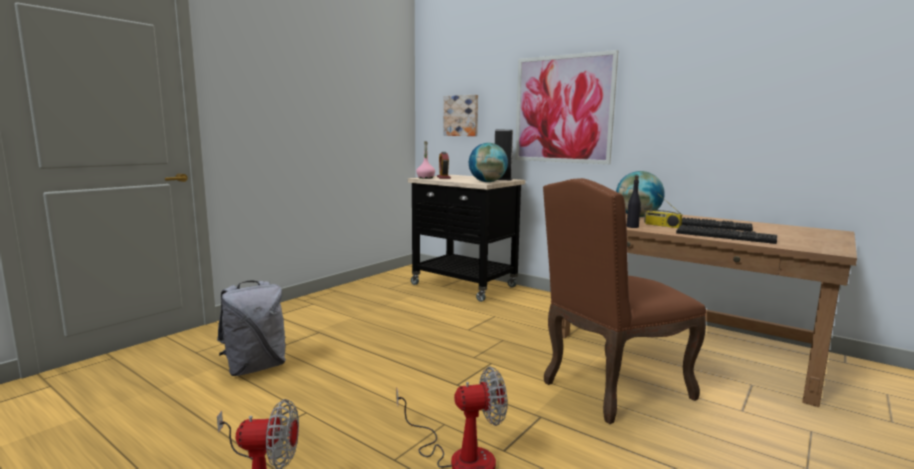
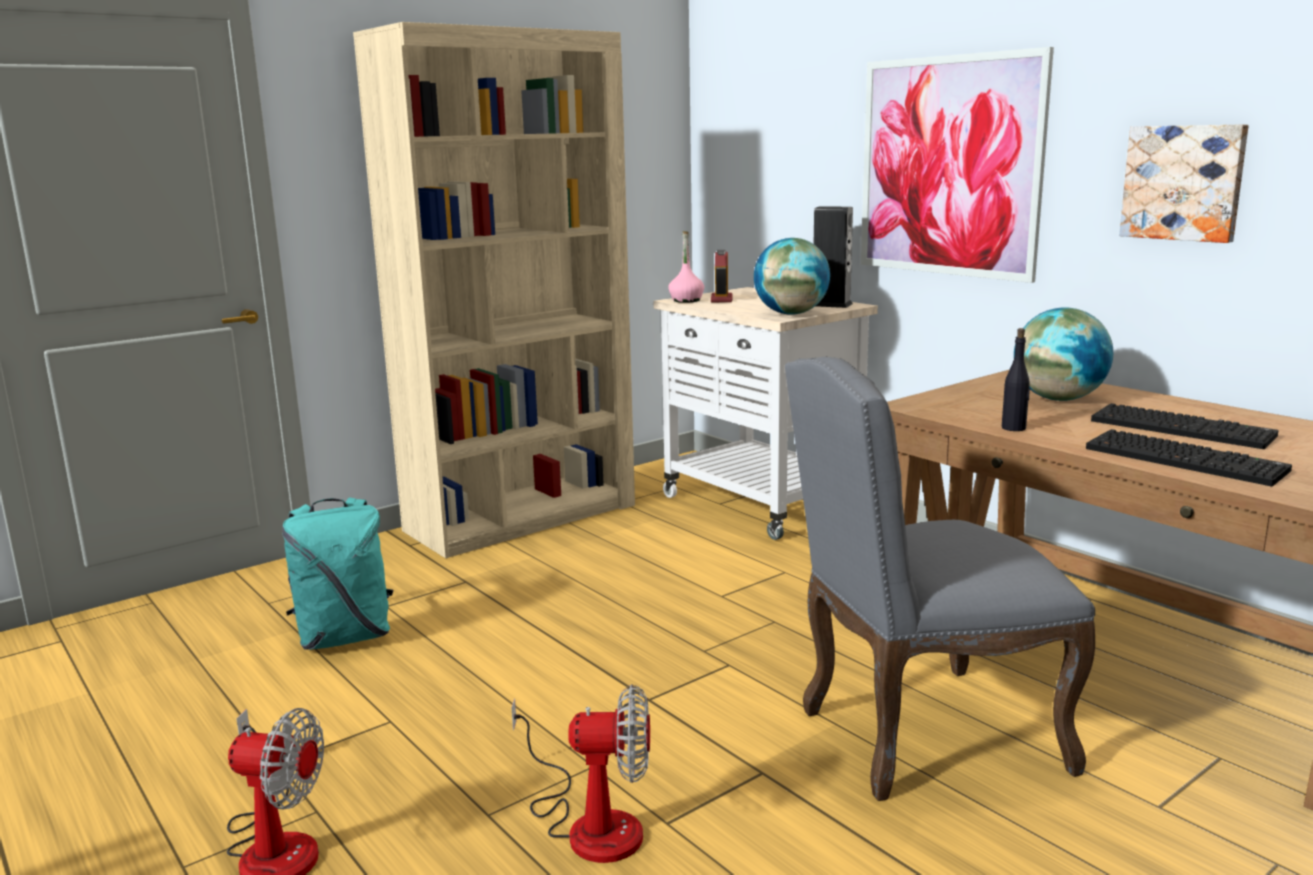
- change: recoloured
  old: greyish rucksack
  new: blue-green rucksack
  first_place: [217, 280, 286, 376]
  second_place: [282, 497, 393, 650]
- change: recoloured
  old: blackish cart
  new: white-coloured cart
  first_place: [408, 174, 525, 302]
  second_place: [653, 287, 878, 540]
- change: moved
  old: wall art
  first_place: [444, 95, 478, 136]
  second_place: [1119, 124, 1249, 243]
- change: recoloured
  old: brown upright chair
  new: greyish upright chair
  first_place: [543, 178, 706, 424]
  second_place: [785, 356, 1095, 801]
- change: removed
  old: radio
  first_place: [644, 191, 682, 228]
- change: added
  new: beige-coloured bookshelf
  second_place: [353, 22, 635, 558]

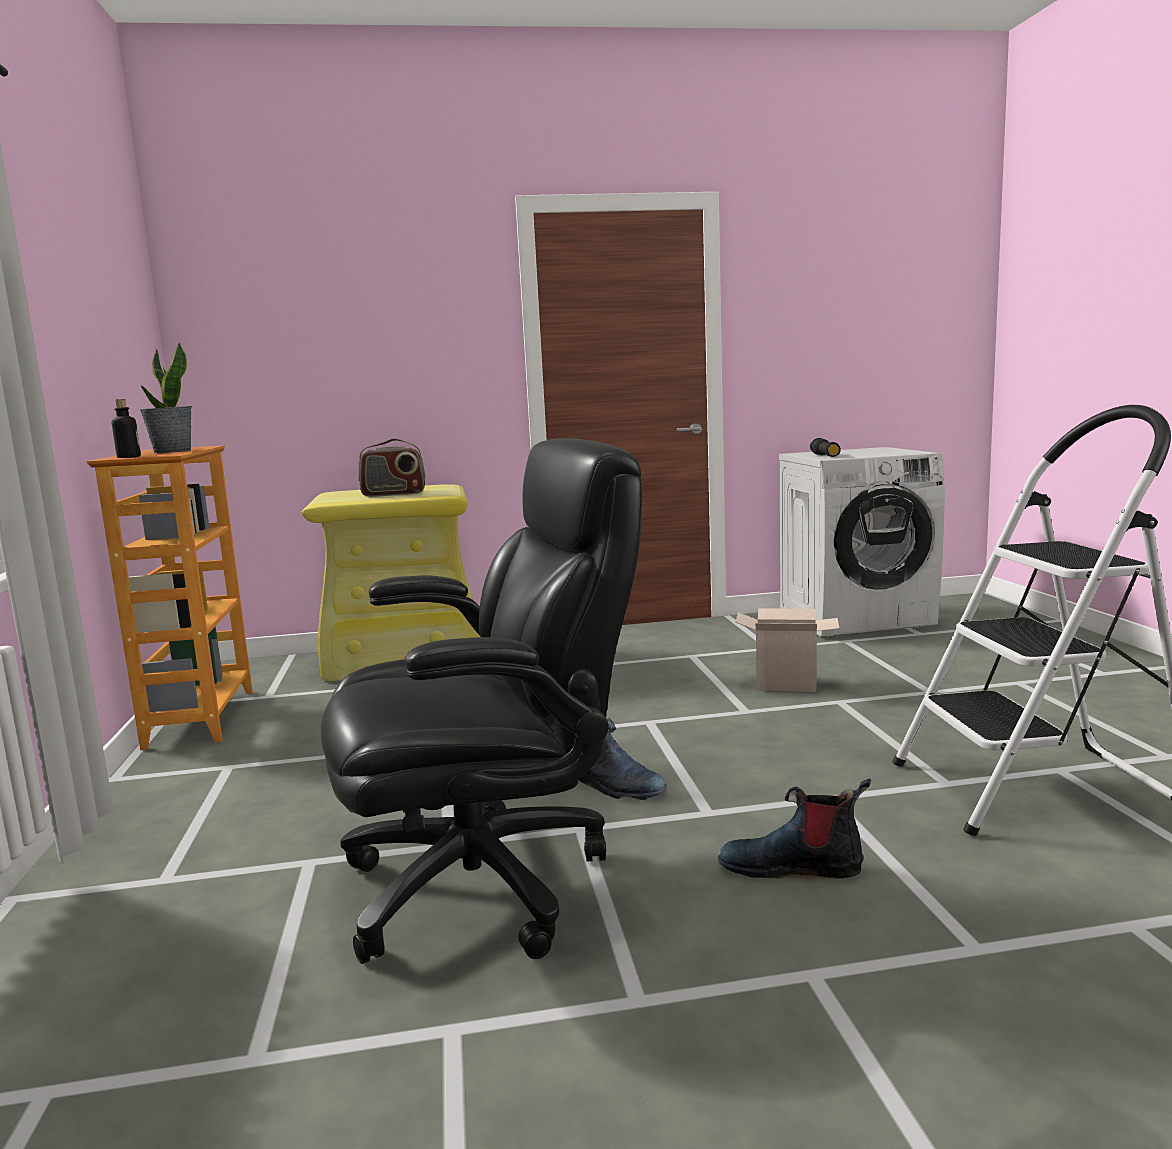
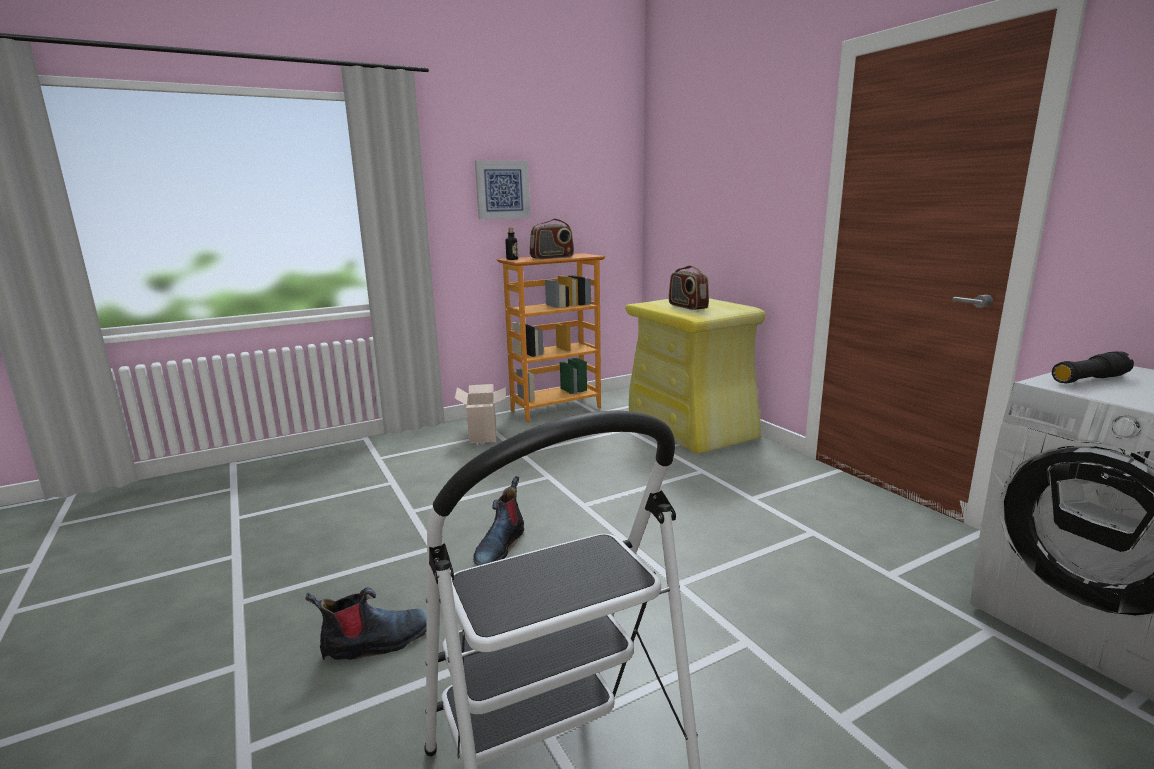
- change: replaced
  old: houseplant
  new: radio
  first_place: [140, 342, 192, 453]
  second_place: [530, 219, 574, 259]
- change: removed
  old: blackish desk chair
  first_place: [321, 438, 642, 964]
- change: turned
  old: high-top boot
  first_place: [718, 778, 871, 879]
  second_place: [305, 587, 427, 660]
  degrees: 75
- change: moved
  old: cardboard box
  first_place: [736, 608, 839, 692]
  second_place: [454, 384, 506, 444]
- change: added
  new: wall art
  second_place: [475, 161, 530, 219]

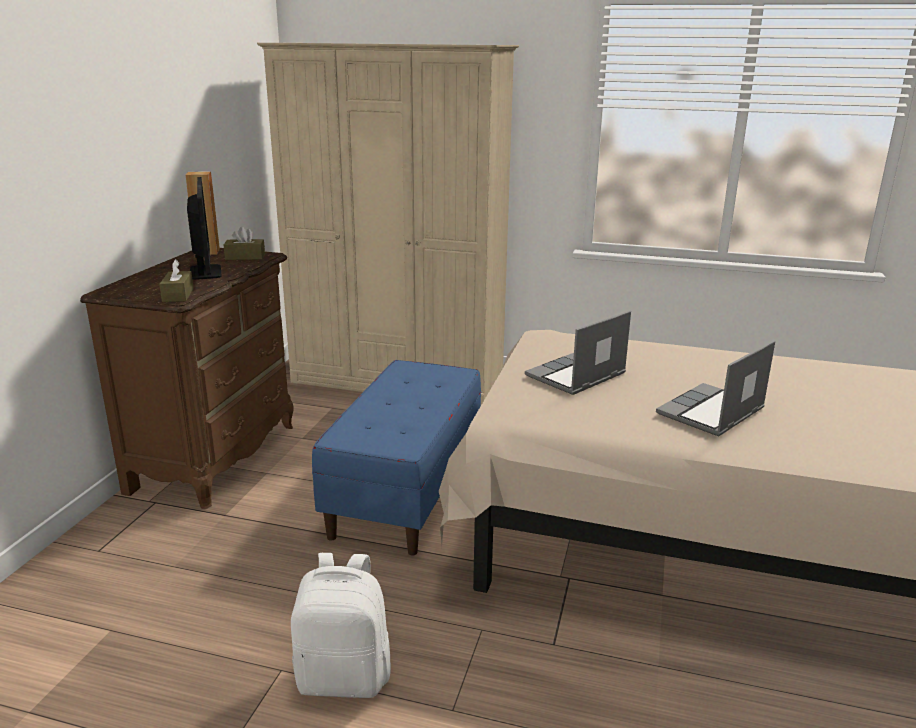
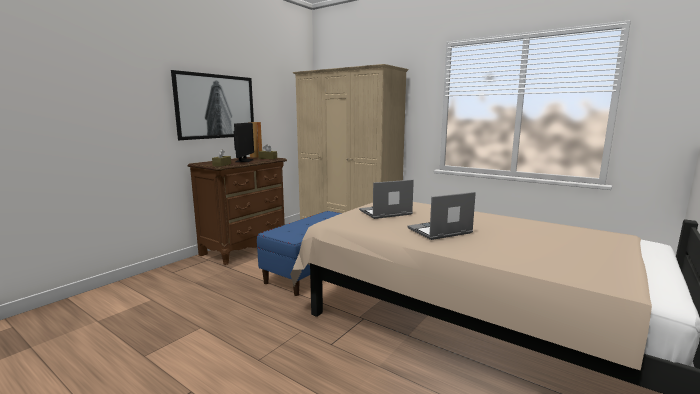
- change: removed
  old: white-coloured rucksack
  first_place: [291, 553, 391, 698]
- change: added
  new: wall art
  second_place: [171, 70, 254, 140]

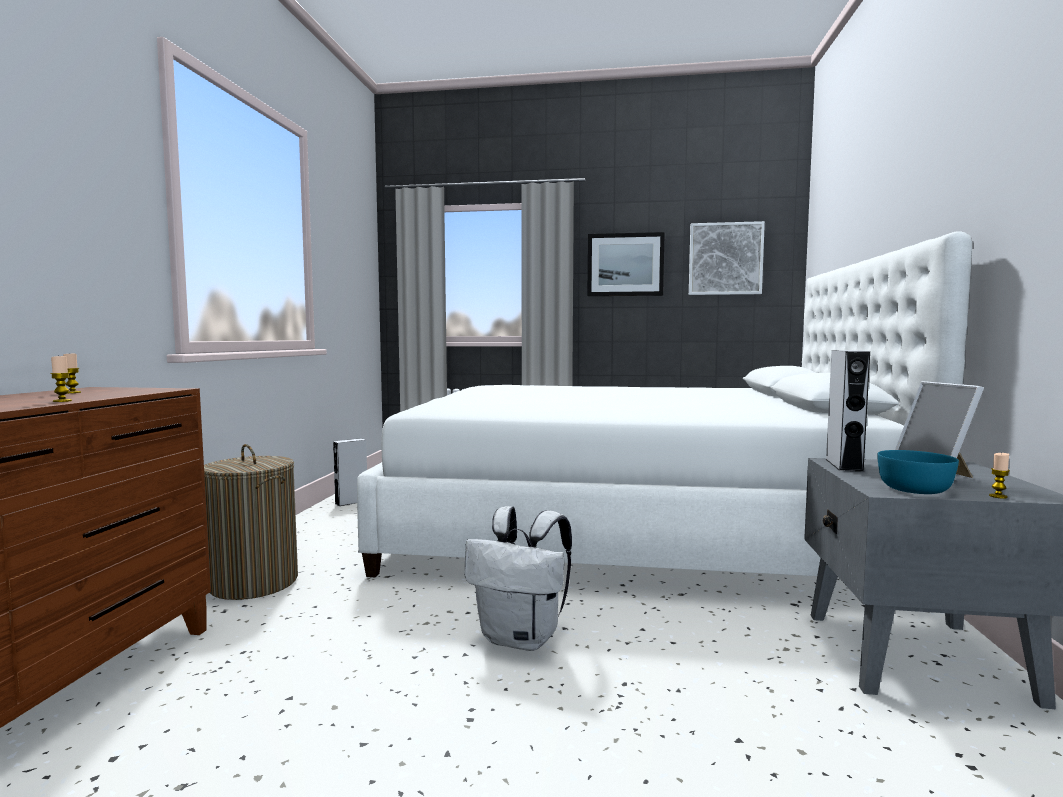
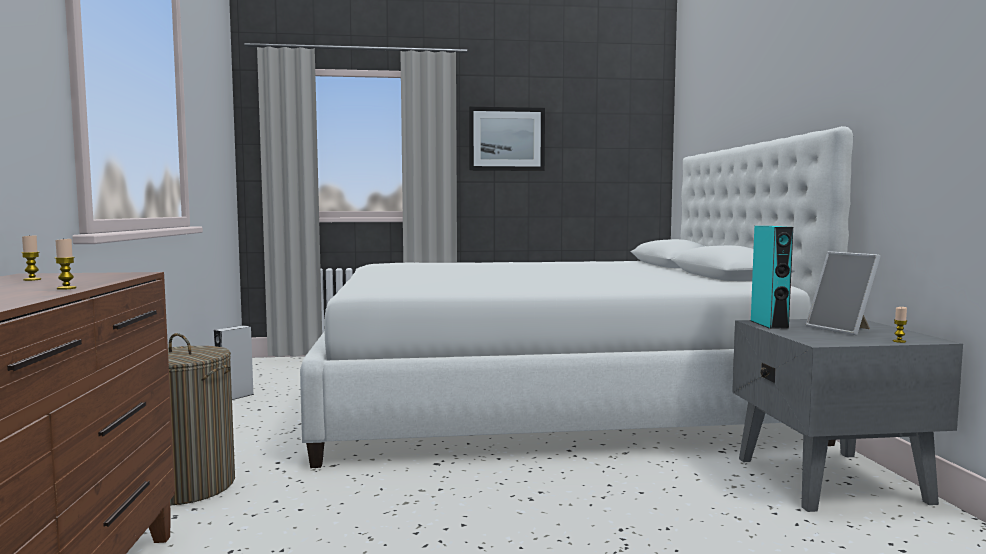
- change: removed
  old: white-coloured rucksack
  first_place: [464, 506, 572, 651]
- change: removed
  old: wall art
  first_place: [689, 221, 765, 295]
- change: recoloured
  old: greyish audio speaker
  new: blue-green audio speaker
  first_place: [825, 350, 870, 472]
  second_place: [751, 226, 793, 329]
- change: removed
  old: blue-green serving bowl
  first_place: [877, 450, 959, 494]

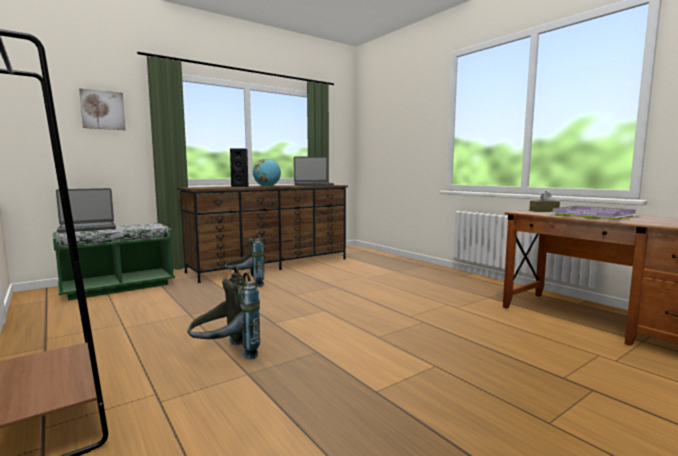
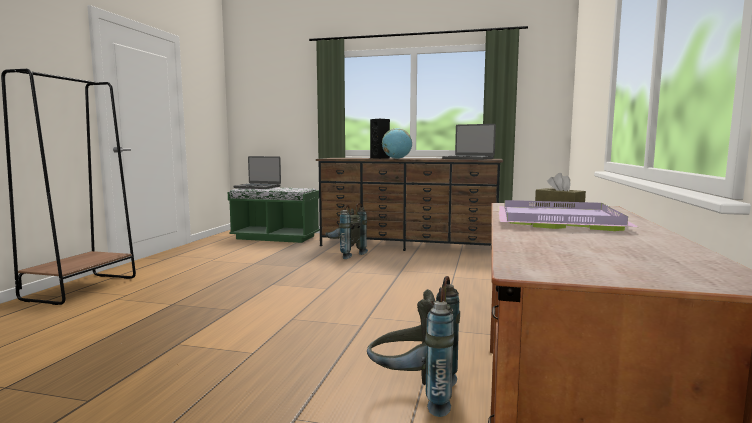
- change: removed
  old: wall art
  first_place: [79, 88, 126, 130]
- change: moved
  old: greyish rucksack
  first_place: [187, 267, 260, 359]
  second_place: [367, 276, 460, 417]

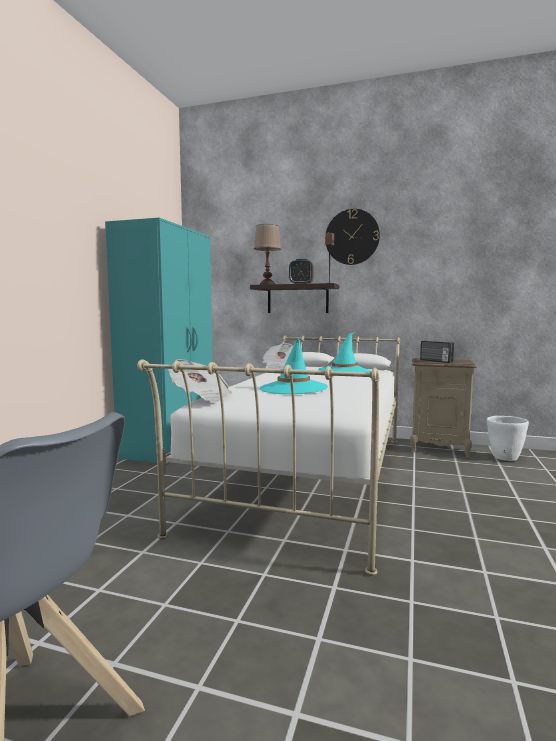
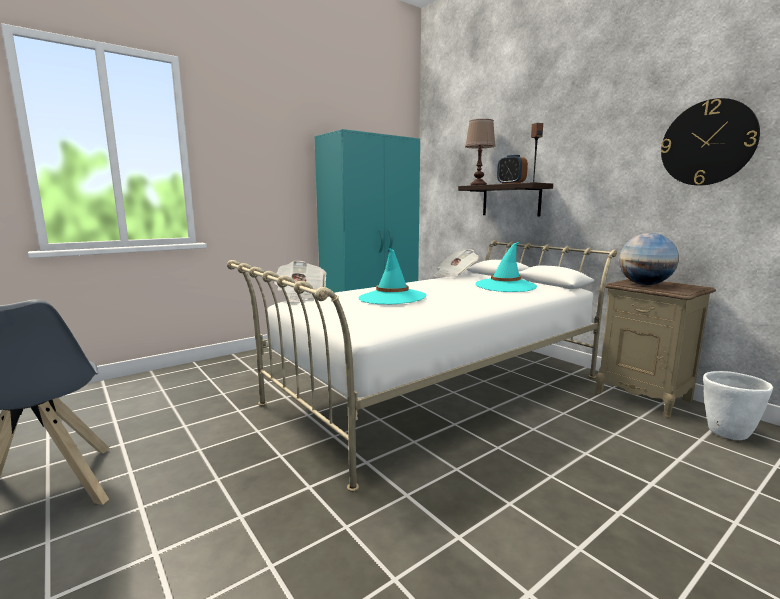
- change: moved
  old: wall clock
  first_place: [326, 209, 380, 265]
  second_place: [661, 98, 760, 185]
- change: replaced
  old: radio
  new: globe
  first_place: [420, 341, 454, 363]
  second_place: [619, 233, 679, 285]

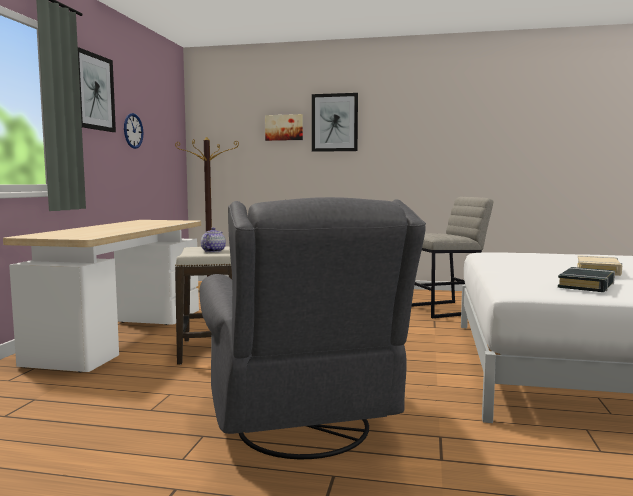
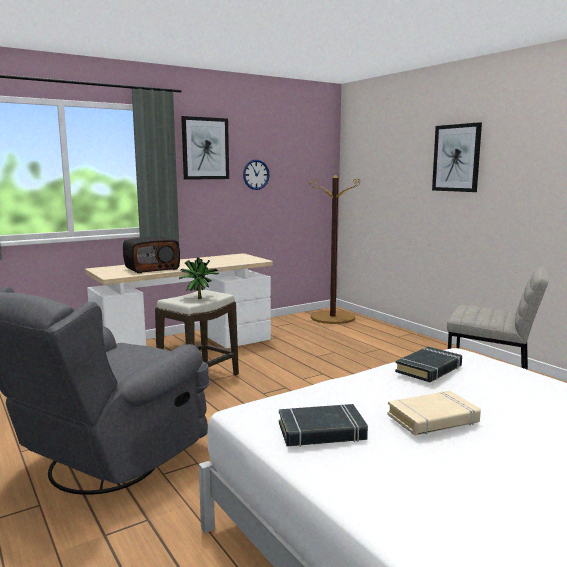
- change: replaced
  old: pot for tea
  new: houseplant
  first_place: [201, 227, 226, 252]
  second_place: [179, 258, 219, 299]
- change: removed
  old: wall art
  first_place: [265, 114, 303, 141]
- change: added
  new: radio
  second_place: [123, 237, 180, 273]
- change: added
  new: blackish book
  second_place: [395, 347, 462, 382]

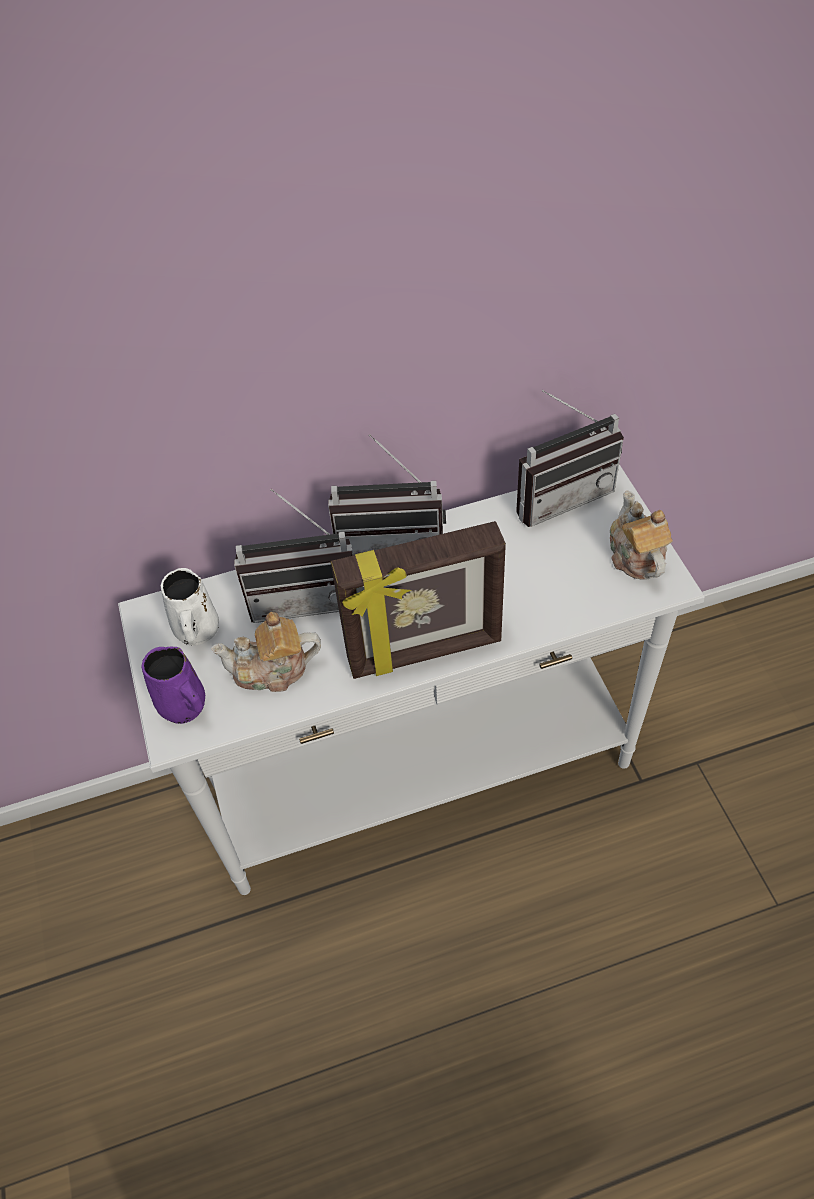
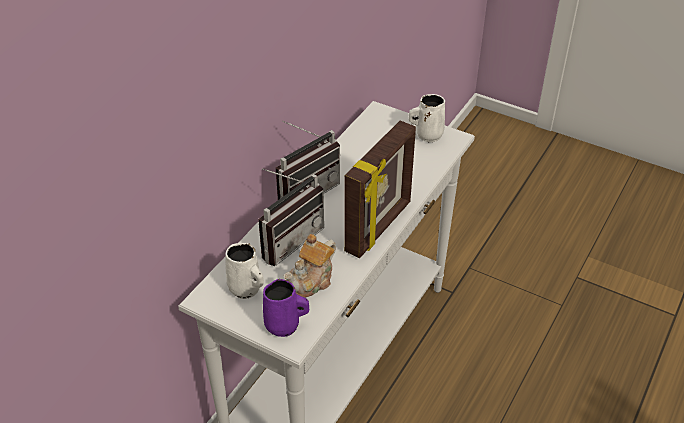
- change: removed
  old: radio
  first_place: [516, 390, 624, 527]
- change: replaced
  old: pot for tea
  new: white-coloured tea mug
  first_place: [610, 490, 673, 580]
  second_place: [409, 94, 445, 143]

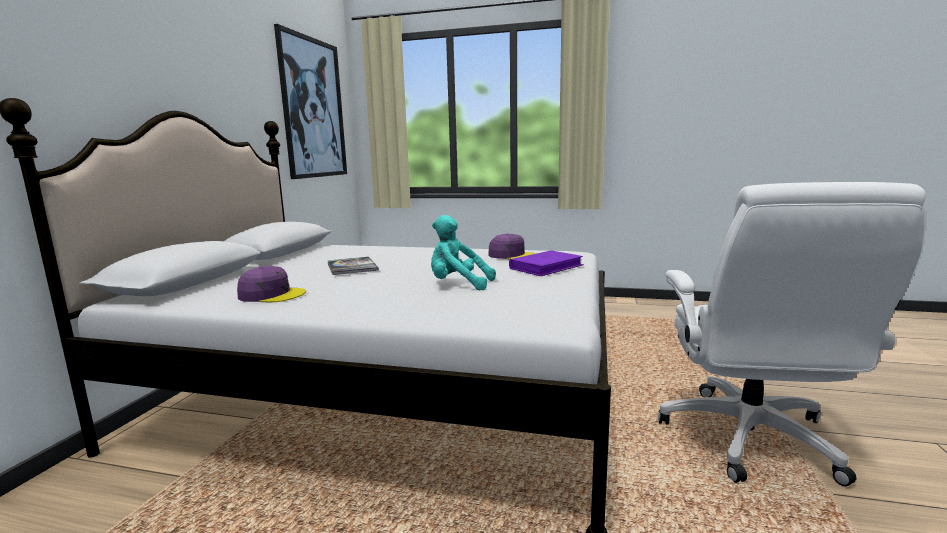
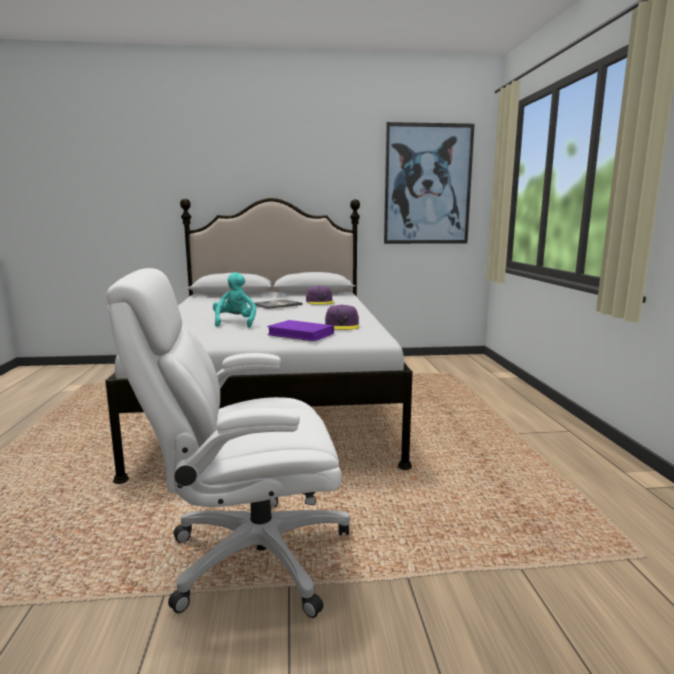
- change: moved
  old: purplish peaked cap
  first_place: [237, 266, 306, 302]
  second_place: [306, 286, 335, 305]

